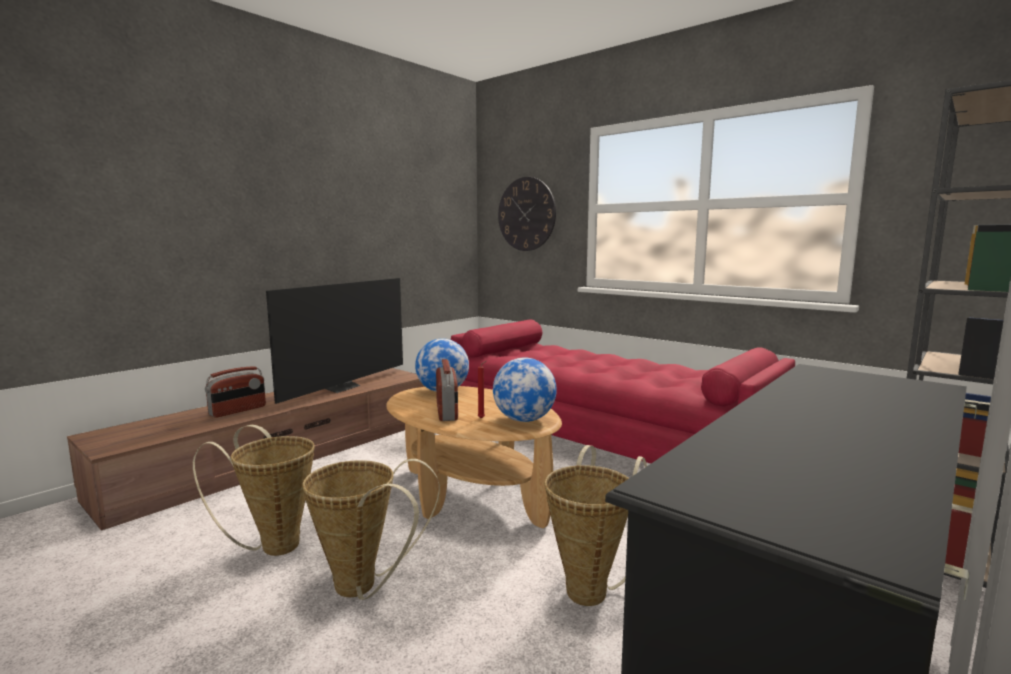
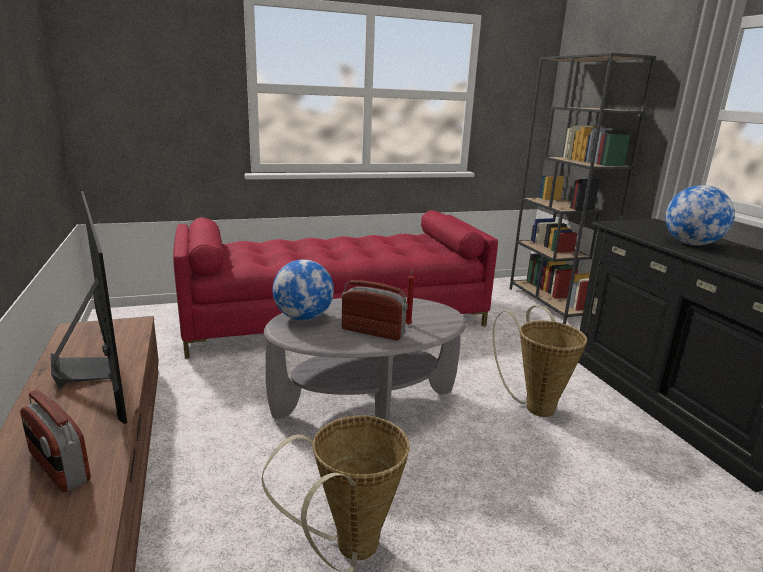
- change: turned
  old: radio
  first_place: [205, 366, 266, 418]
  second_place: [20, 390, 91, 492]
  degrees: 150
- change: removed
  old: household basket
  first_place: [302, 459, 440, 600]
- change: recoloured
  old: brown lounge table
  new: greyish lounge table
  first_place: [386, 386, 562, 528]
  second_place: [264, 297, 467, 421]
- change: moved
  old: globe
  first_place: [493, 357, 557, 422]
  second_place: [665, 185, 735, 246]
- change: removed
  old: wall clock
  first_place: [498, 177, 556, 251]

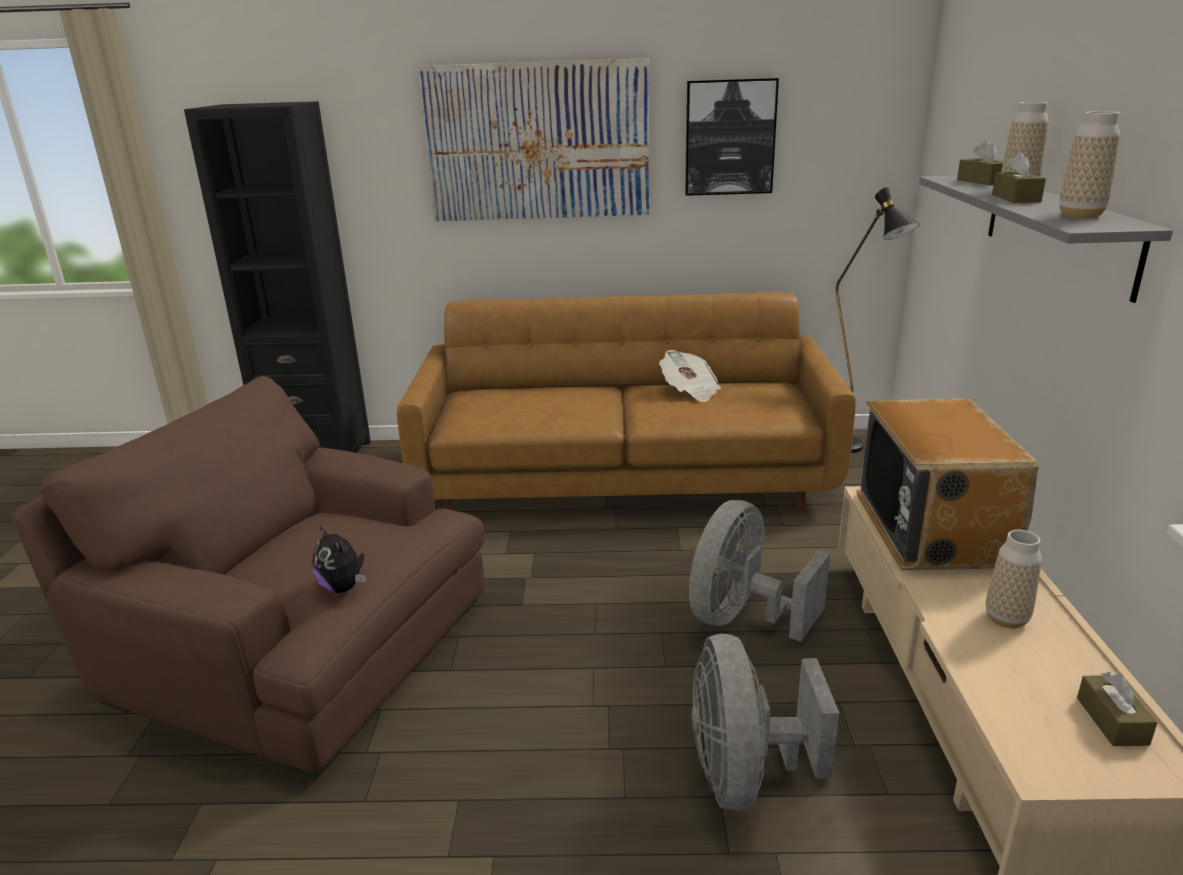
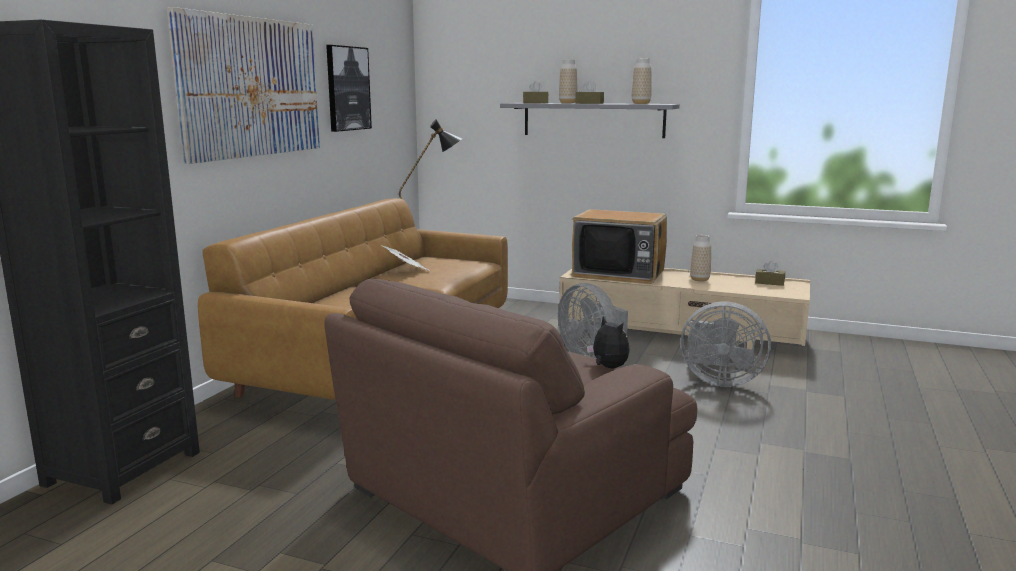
- change: turned
  old: cuddly toy
  first_place: [312, 526, 366, 593]
  second_place: [587, 316, 630, 368]
  degrees: -105

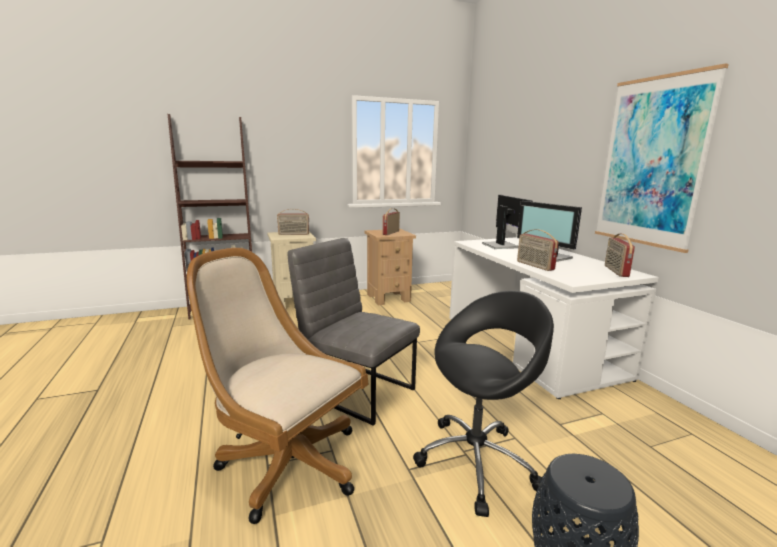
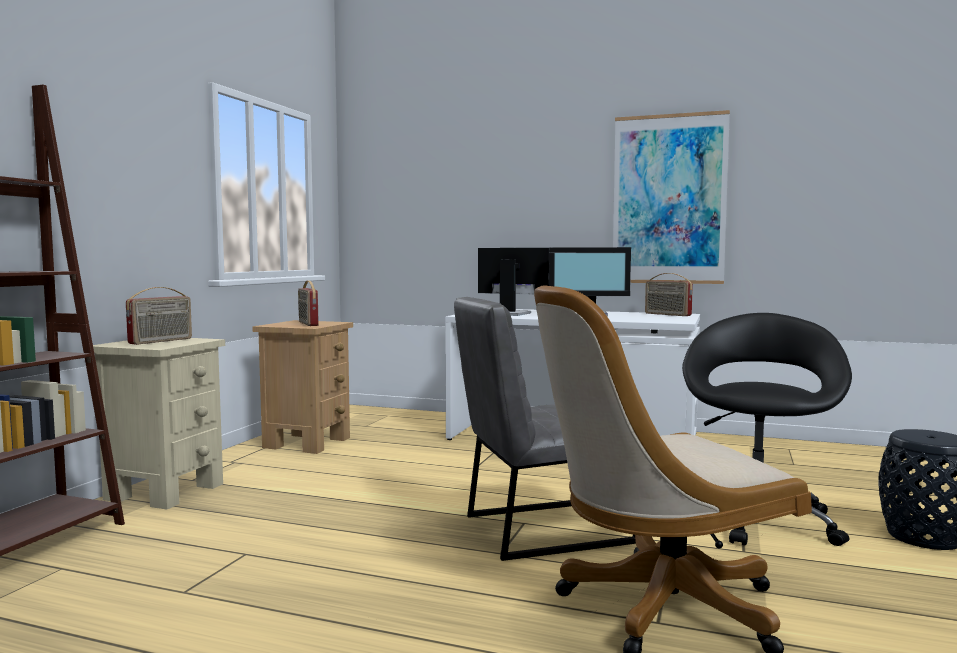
- change: removed
  old: radio
  first_place: [517, 229, 558, 271]

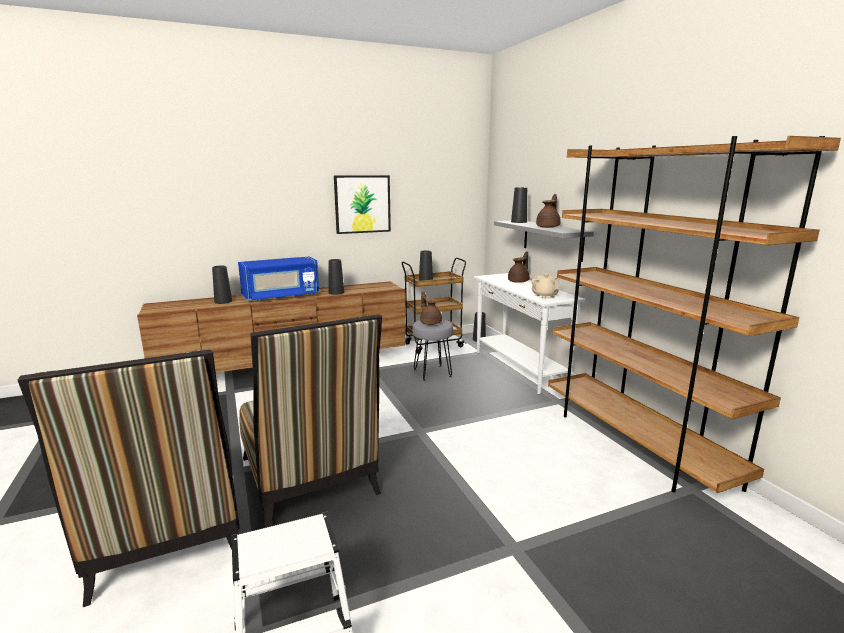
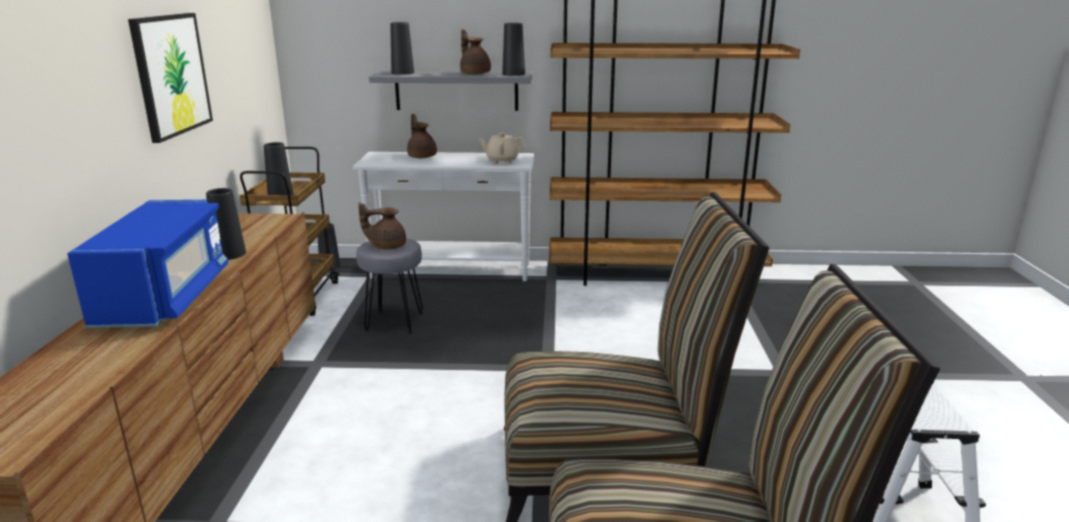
- change: moved
  old: blackish vase
  first_place: [212, 266, 232, 304]
  second_place: [502, 23, 525, 76]

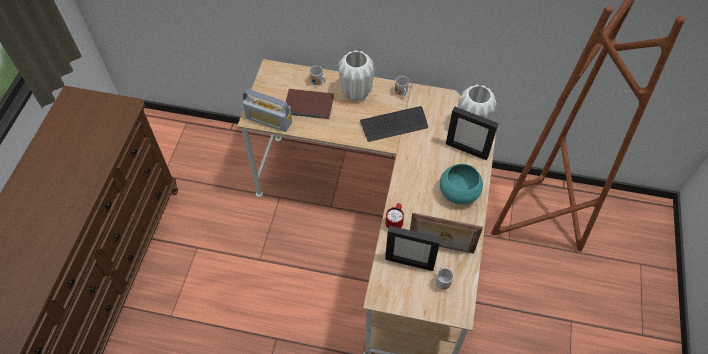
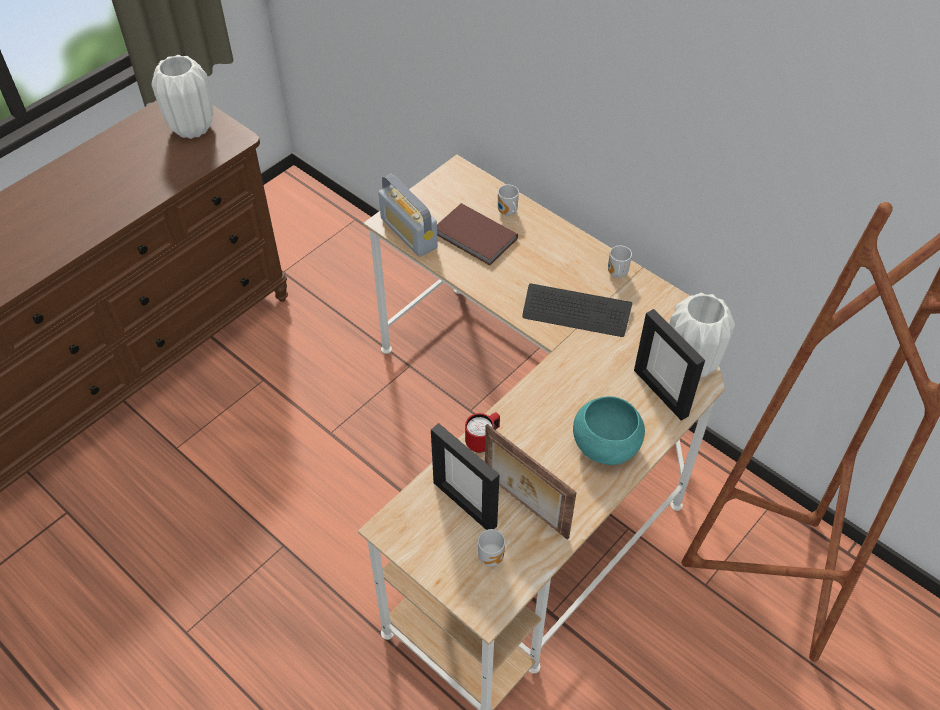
- change: moved
  old: white-coloured vase
  first_place: [339, 50, 374, 101]
  second_place: [151, 55, 213, 139]

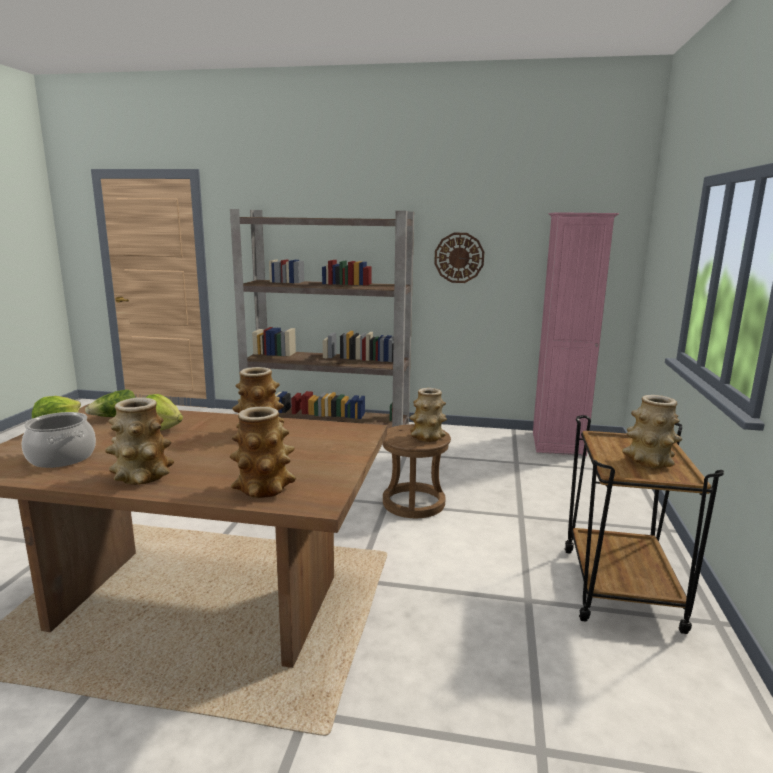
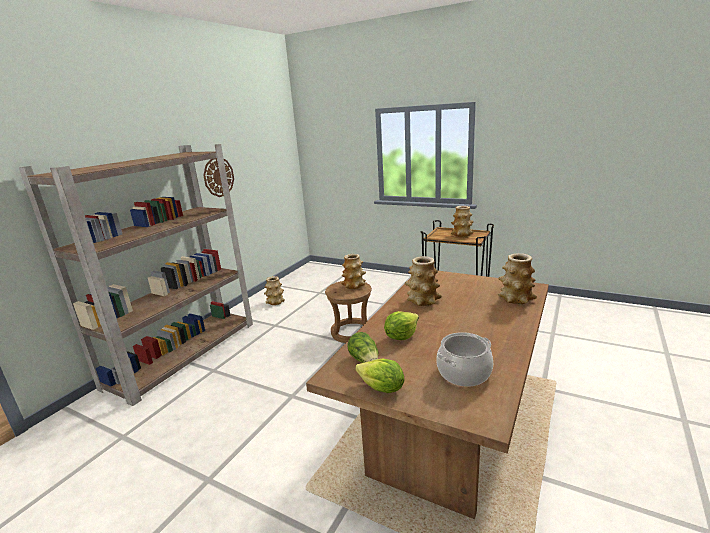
- change: moved
  old: vase
  first_place: [105, 397, 174, 485]
  second_place: [264, 276, 285, 305]
- change: removed
  old: pink cabinet
  first_place: [533, 212, 619, 456]

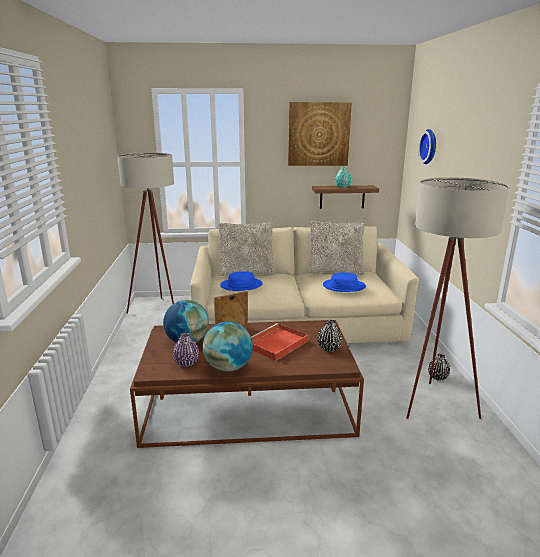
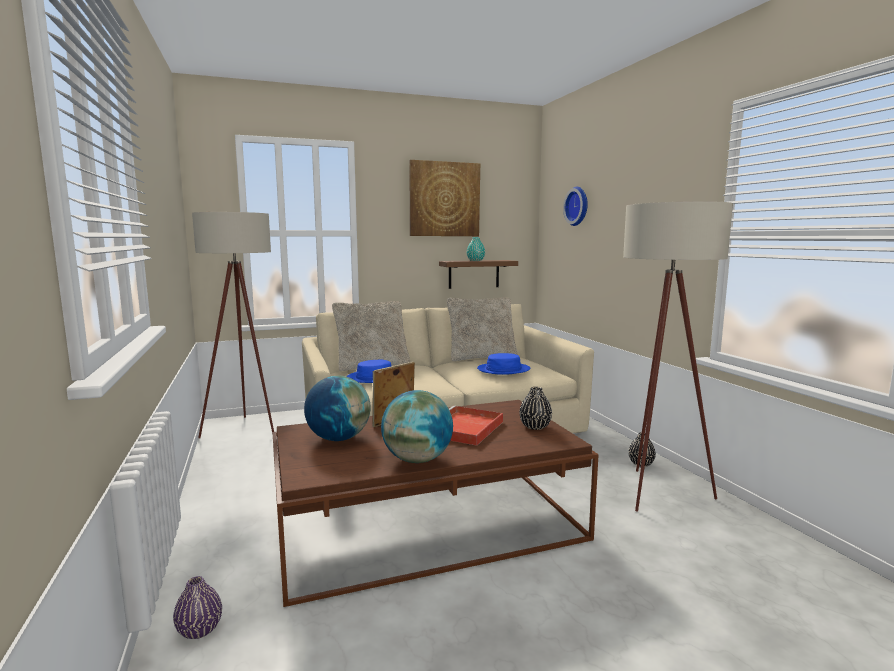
- change: moved
  old: purplish vase
  first_place: [173, 333, 199, 367]
  second_place: [173, 576, 222, 639]

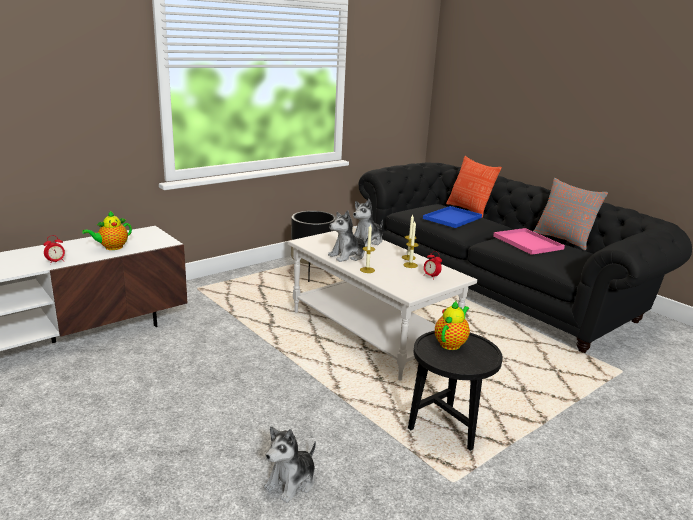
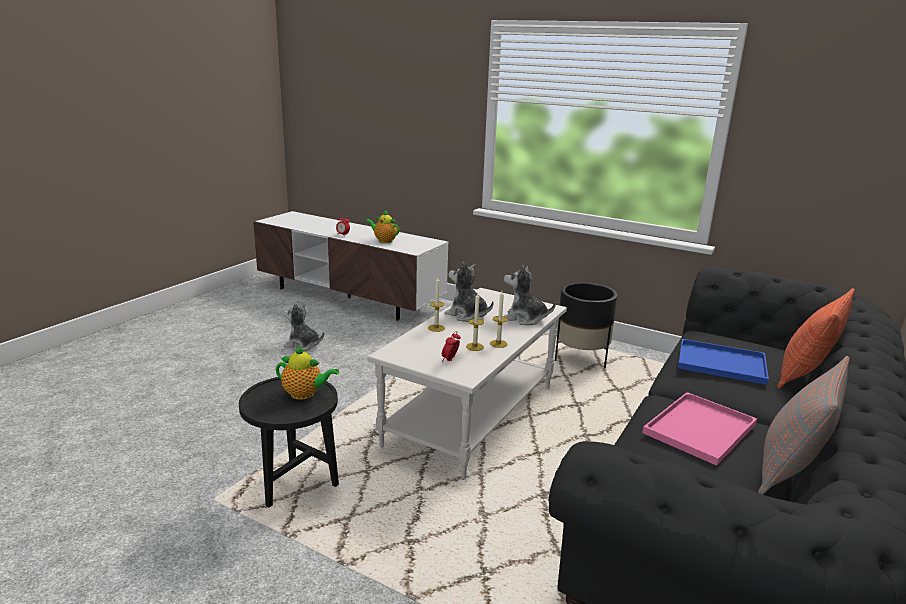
- change: moved
  old: cuddly toy
  first_place: [264, 426, 316, 503]
  second_place: [283, 303, 324, 351]

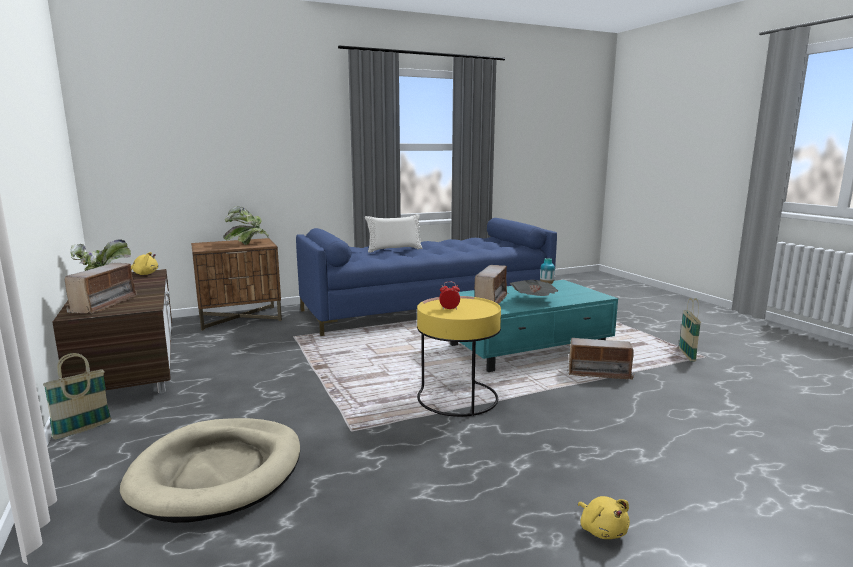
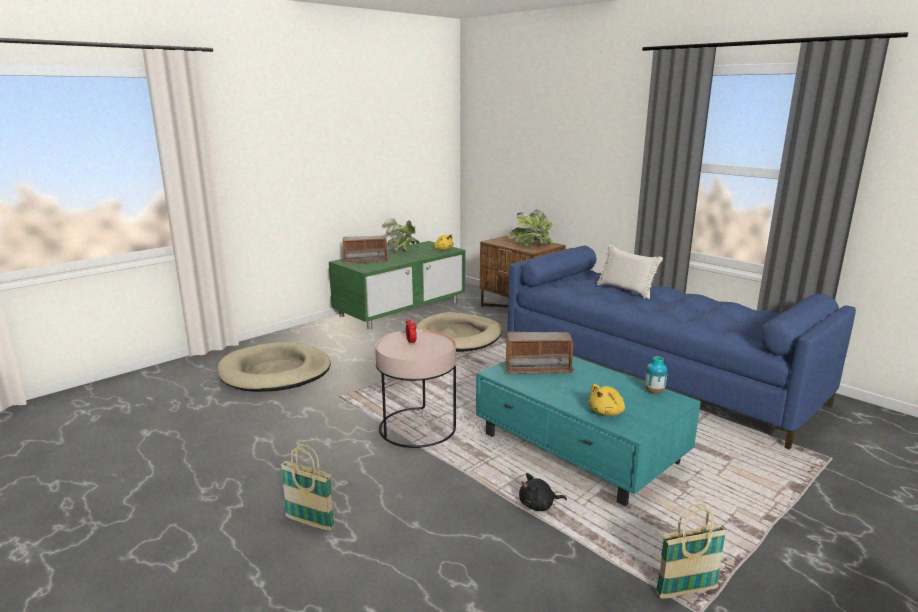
- change: moved
  old: household basket
  first_place: [43, 353, 112, 440]
  second_place: [280, 444, 335, 531]
- change: recoloured
  old: brown media console
  new: green media console
  first_place: [53, 269, 172, 393]
  second_place: [329, 241, 466, 329]
- change: recoloured
  old: yellow-coloured accent table
  new: pink accent table
  first_place: [417, 296, 501, 417]
  second_place: [375, 329, 456, 448]
- change: removed
  old: daily paper
  first_place: [510, 280, 558, 296]
- change: replaced
  old: radio
  new: blackish cuddly toy
  first_place: [568, 338, 634, 380]
  second_place: [519, 473, 567, 511]
- change: moved
  old: yellow-coloured cuddly toy
  first_place: [578, 496, 630, 539]
  second_place: [589, 384, 625, 416]
- change: added
  new: beige-coloured dog bed
  second_place: [416, 312, 502, 352]

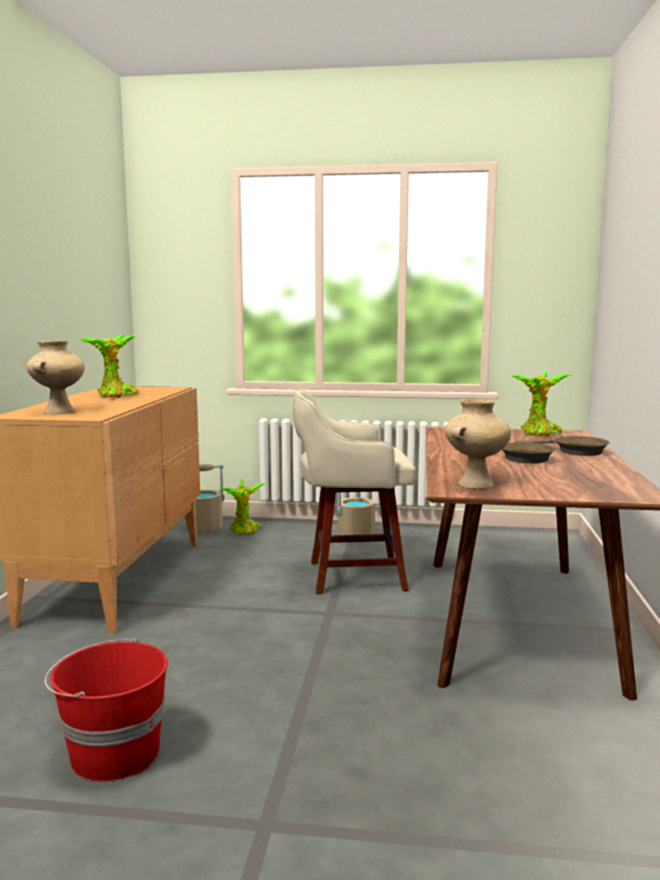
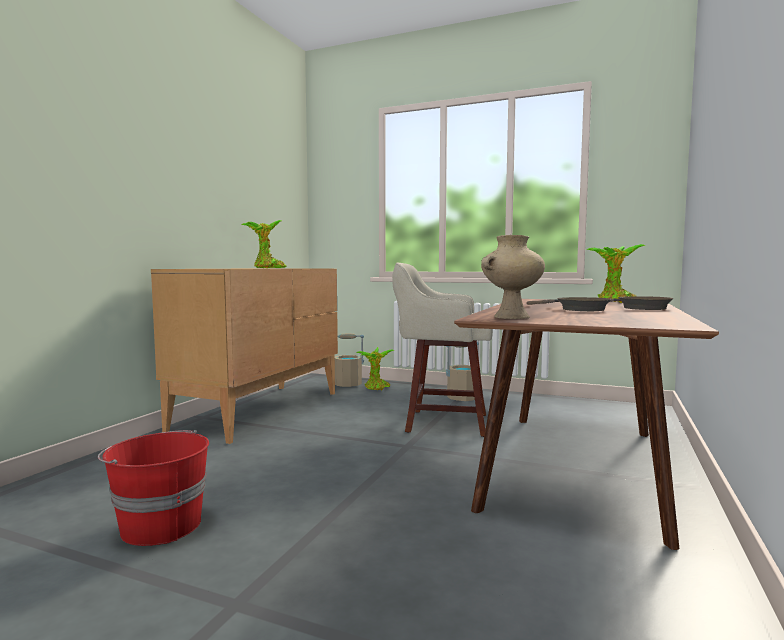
- change: removed
  old: beige-coloured vase
  first_place: [26, 341, 85, 414]

